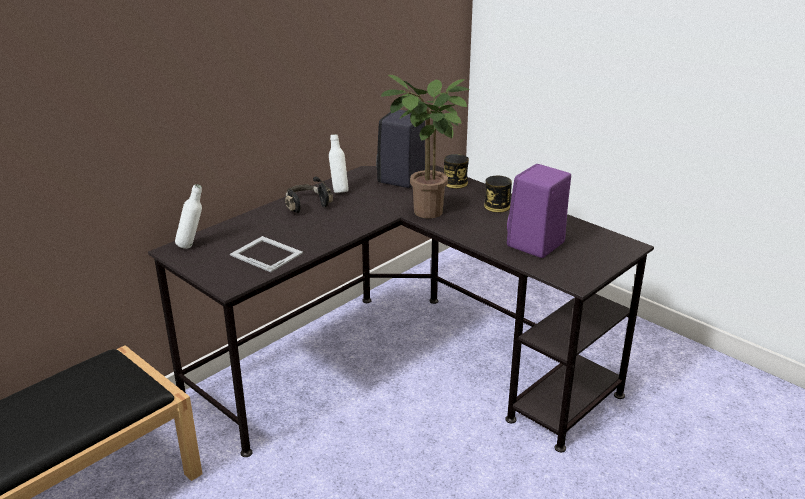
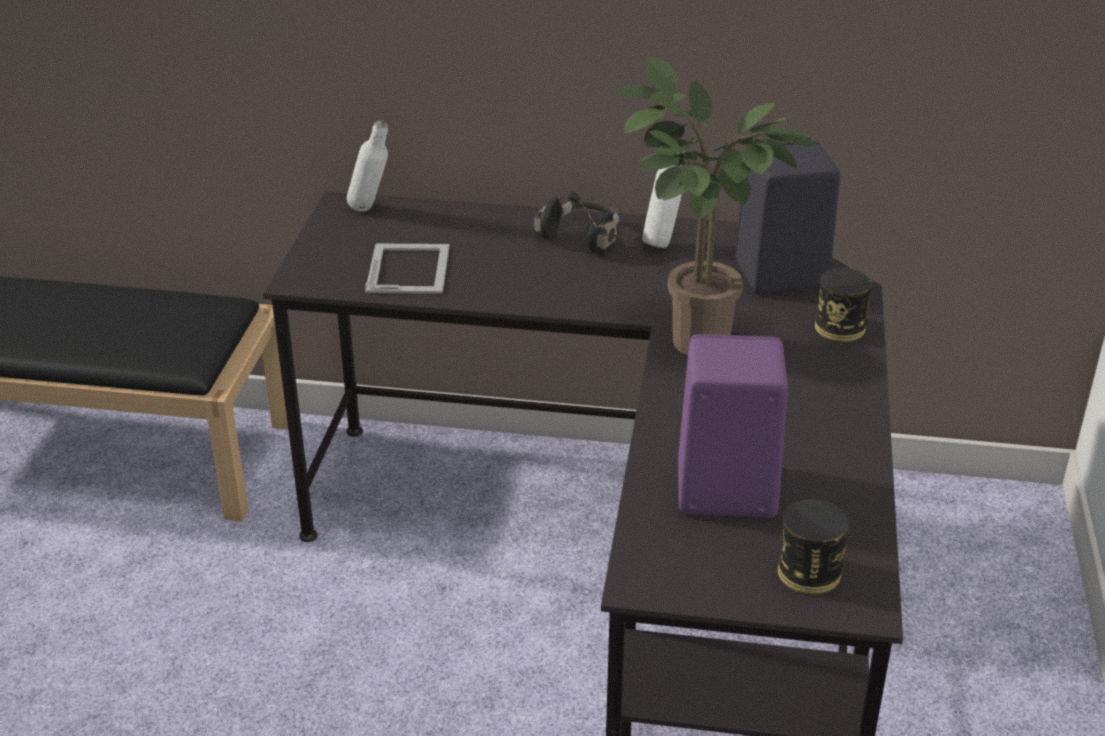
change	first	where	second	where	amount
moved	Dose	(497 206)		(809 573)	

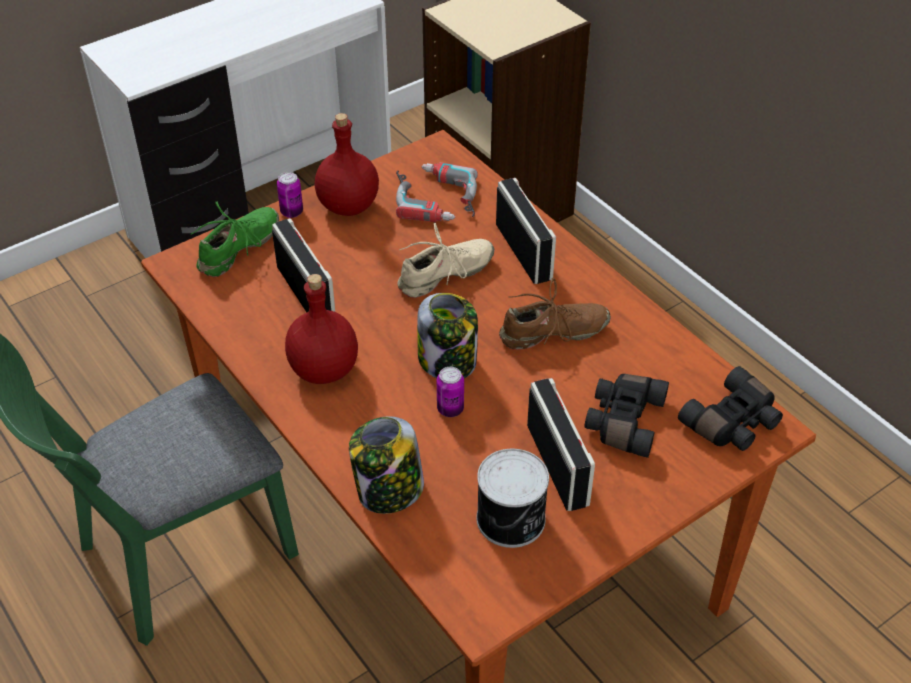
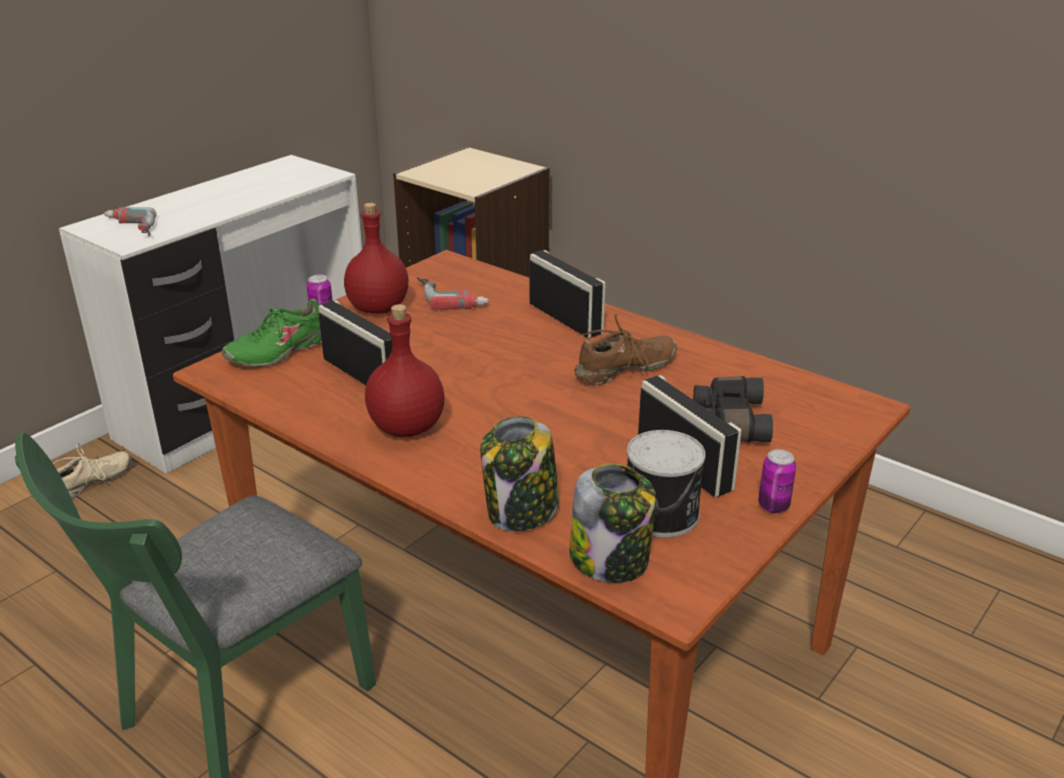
change	first	where	second	where	amount
moved	Schuh/beige	(446 275)		(92 483)	
moved	Bohrmaschine	(448 194)		(128 229)	
turned	Schuh/grün	(239 249)		(278 351)	150 degrees counterclockwise
moved	Vorratsglas	(448 361)		(610 560)	
moved	Dose	(450 409)		(773 506)	
removed	Fernglas/schwarz	(733 423)			

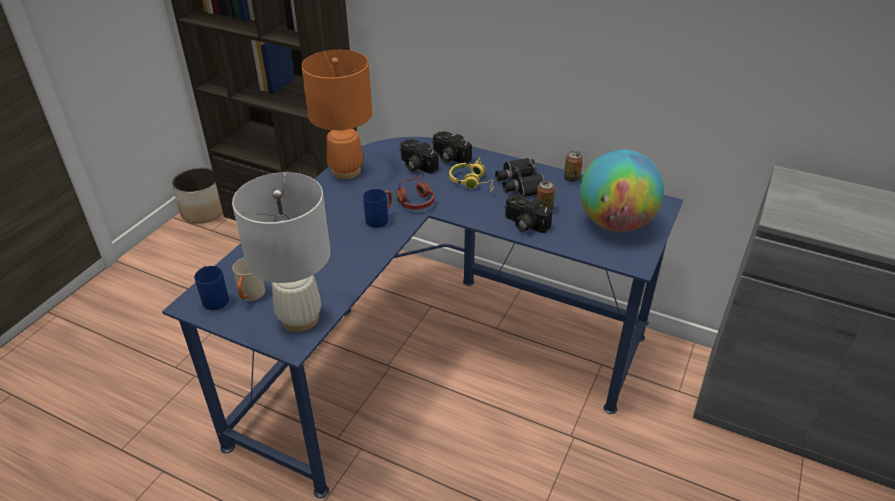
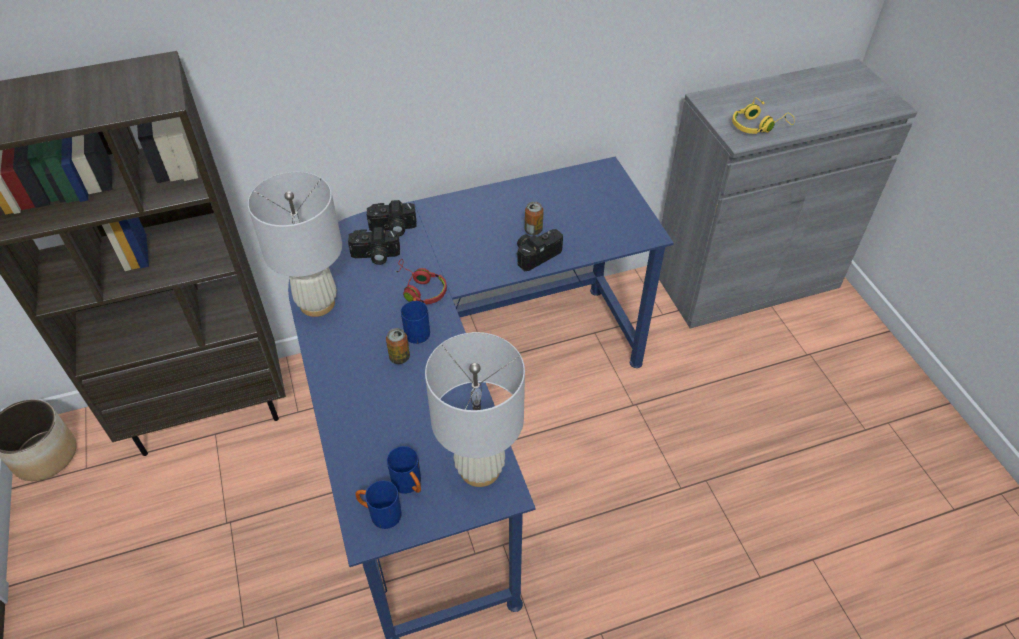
change	first	where	second	where	amount
recoloured	Tischlampe/orange	(346 171)	Tischlampe/weiß	(317 303)	
moved	Dose	(571 179)		(399 357)	
recoloured	Henkelbecher/beige	(250 296)	Henkelbecher/blau	(410 485)	
turned	Kamera	(524 224)		(536 254)	150 degrees clockwise
moved	Kopfhörer/gelb	(472 182)		(758 126)	
removed	Fernglas/schwarz	(520 182)			
removed	Globus	(615 223)			

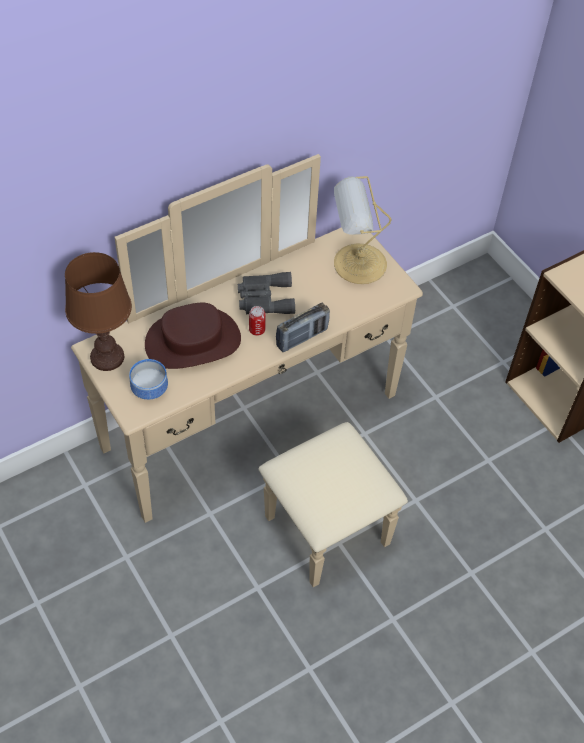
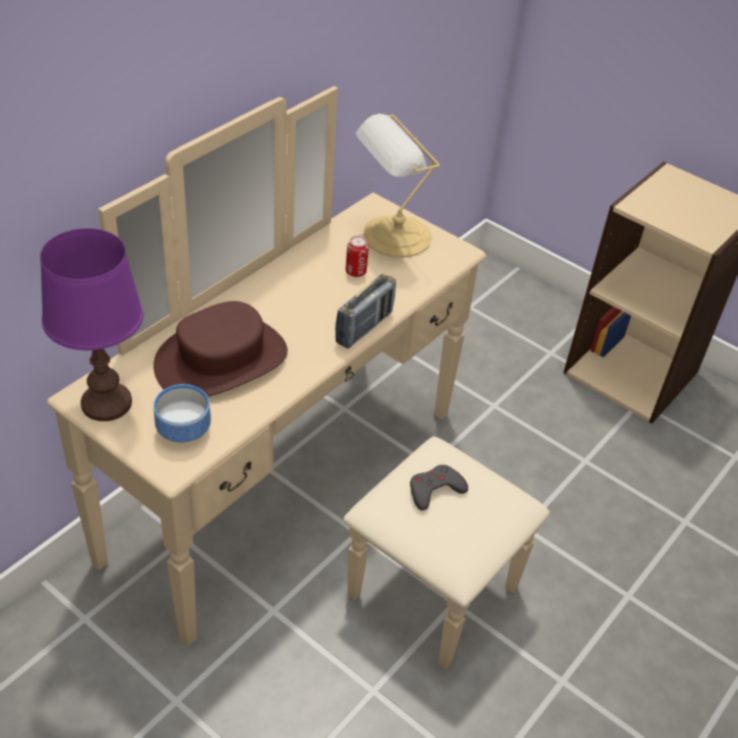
change	first	where	second	where	amount
recoloured	Tischlampe/braun	(107 357)	Tischlampe/lila	(105 403)	
moved	Dose	(257 330)		(355 272)	
added			Gamepad/grau	(435 490)	
removed	Fernglas/grau	(264 298)			

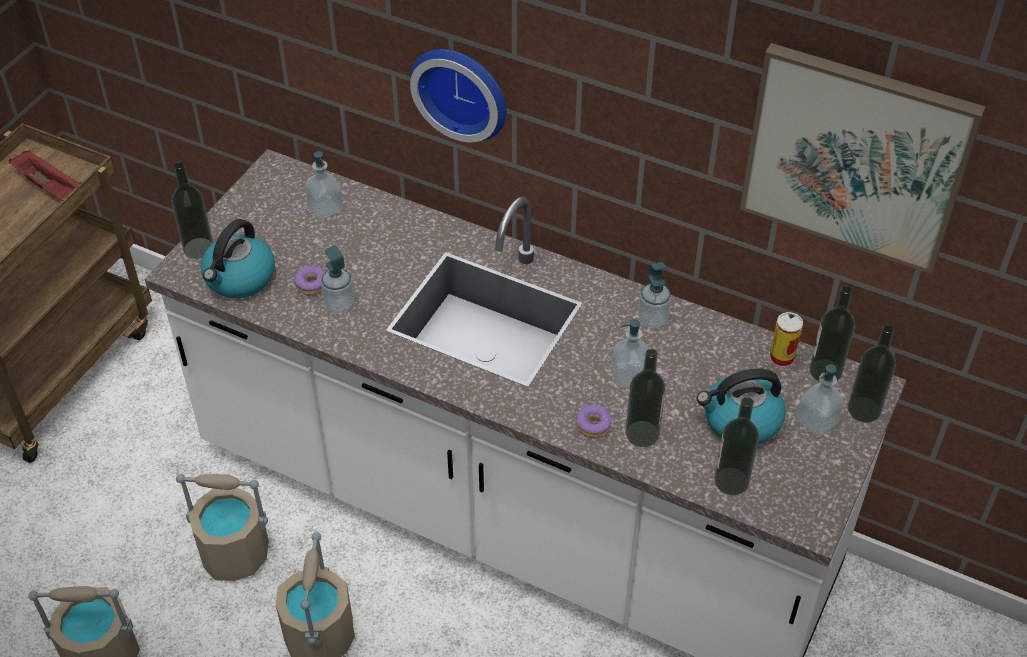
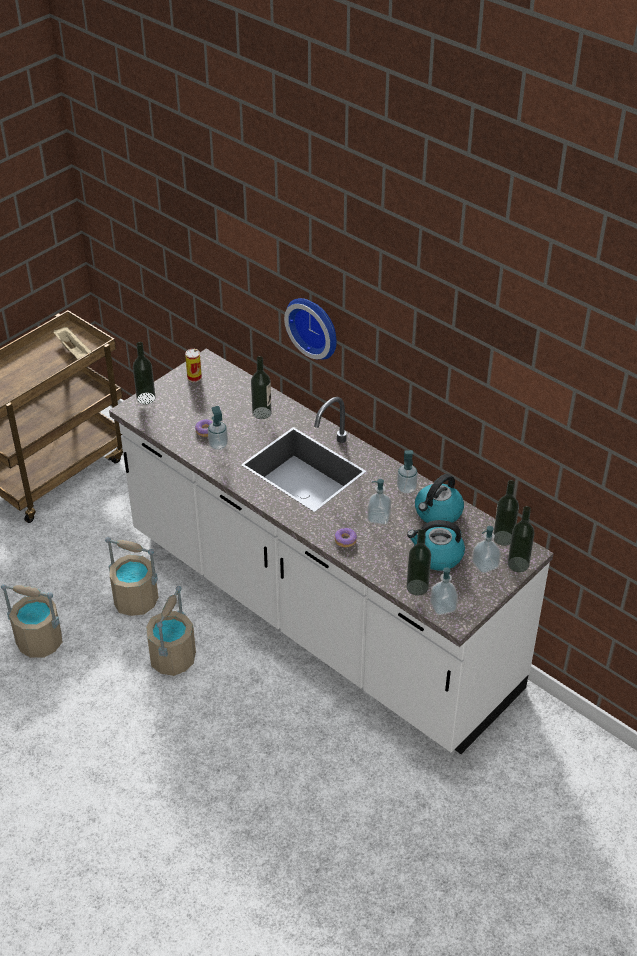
change	first	where	second	where	amount
recoloured	Tablett/rot	(50 187)	Tablett/beige	(74 351)	
moved	Dose	(782 358)		(194 377)	
moved	Flasche	(642 433)		(262 413)	
moved	Wasserkessel	(239 278)		(438 513)	
moved	Seifenspender	(325 209)		(443 607)	
removed	Bild	(855 157)			

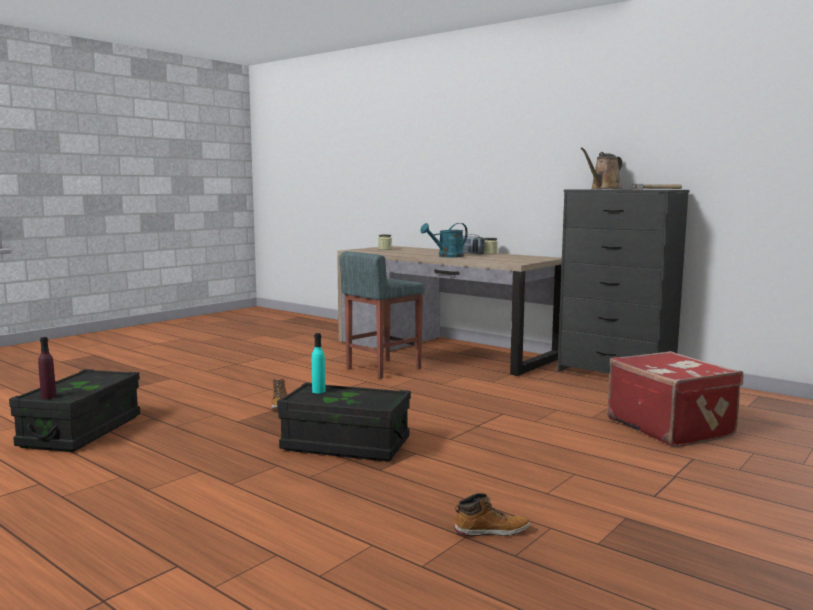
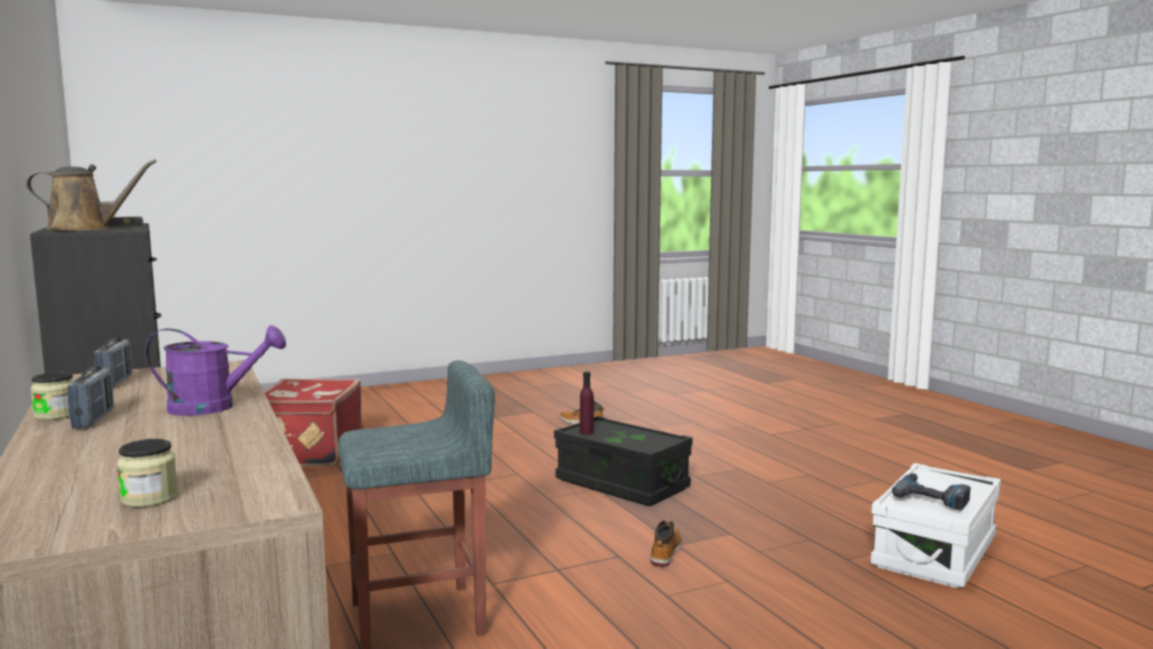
change	first	where	second	where	amount
added			Radio	(115 382)	
recoloured	Gießkanne/türkis	(447 256)	Gießkanne/lila	(214 407)	
moved	Flasche/lila	(48 397)		(586 432)	
recoloured	Aufbewahrungsbox/schwarz	(81 431)	Aufbewahrungsbox/weiß	(934 552)	
added			Bohrmaschine	(932 497)	
removed	Flasche/türkis	(318 391)			

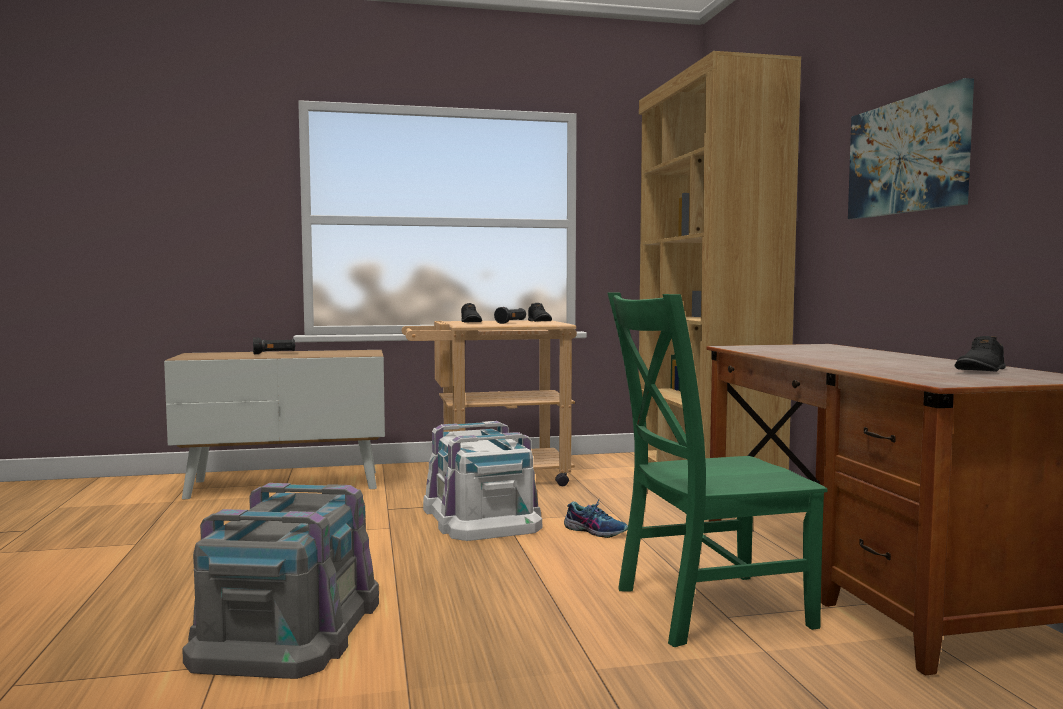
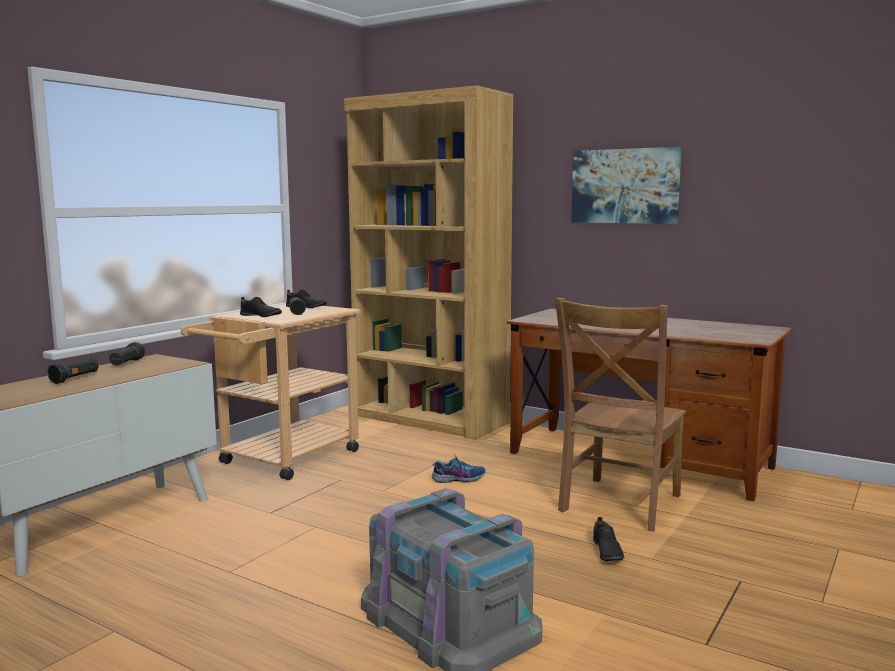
change	first	where	second	where	amount
added			Taschenlampe/schwarz	(126 363)	
recoloured	Stuhl/grün	(704 608)	Stuhl/braun	(618 505)	
moved	Schuh/schwarz	(980 370)		(606 551)	
removed	Aufbewahrungsbox/weiß	(481 516)			

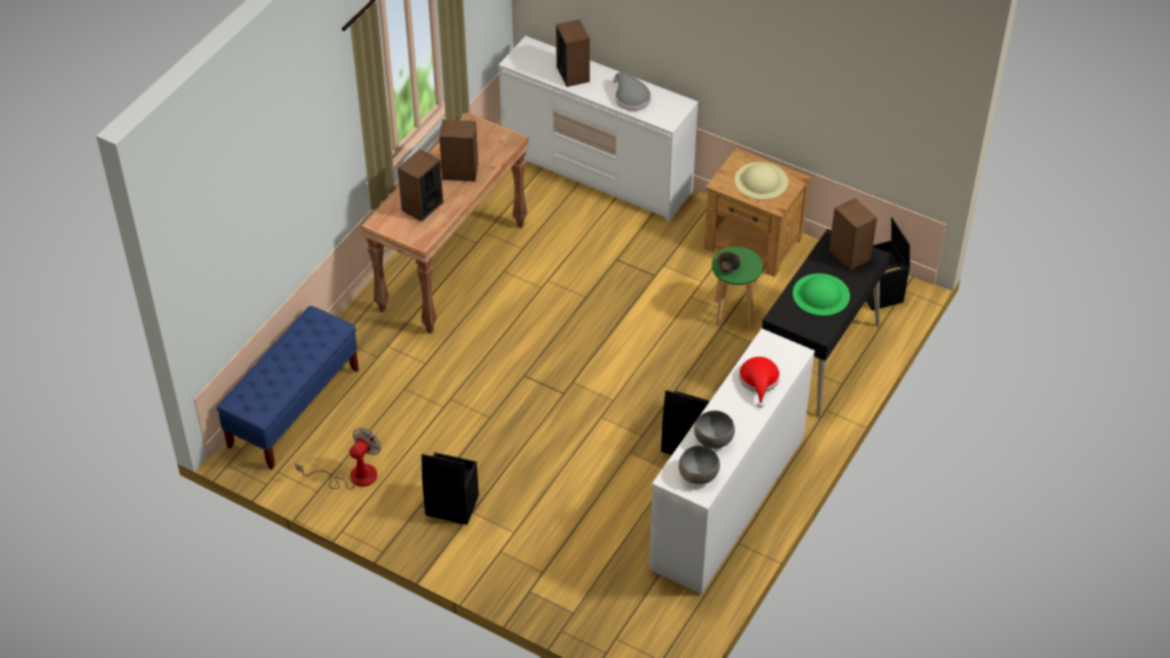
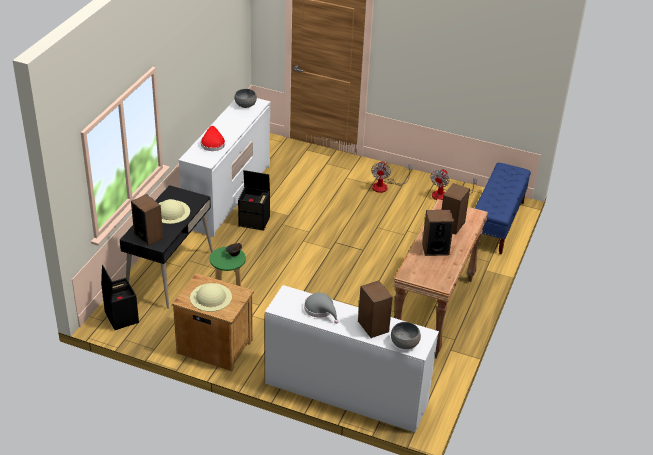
change	first	where	second	where	amount
recoloured	Hut/grün	(821 294)	Hut/beige	(170 212)	
replaced	Aufbewahrungsbox/schwarz	(451 505)	Ventilator	(385 186)	
moved	Schüssel/grau	(713 439)		(404 343)	

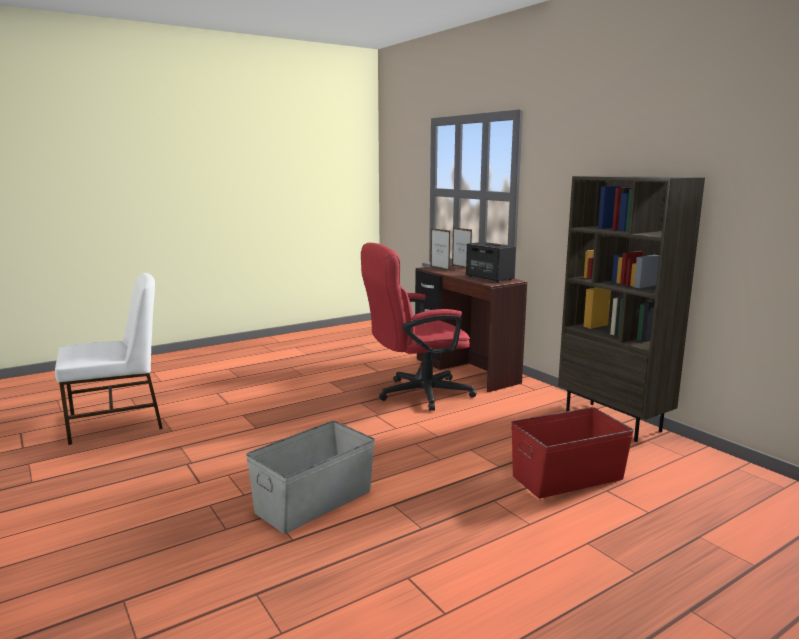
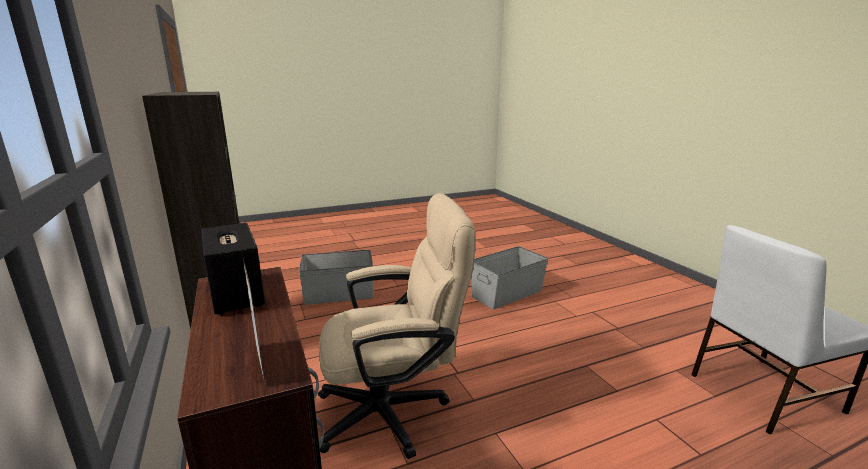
change	first	where	second	where	amount
recoloured	Aufbewahrungsbox/rot	(568 477)	Aufbewahrungsbox/grau	(338 294)	
recoloured	Bürostuhl/rot	(416 394)	Bürostuhl/beige	(394 411)	
removed	Bilderrahmen	(461 267)			

